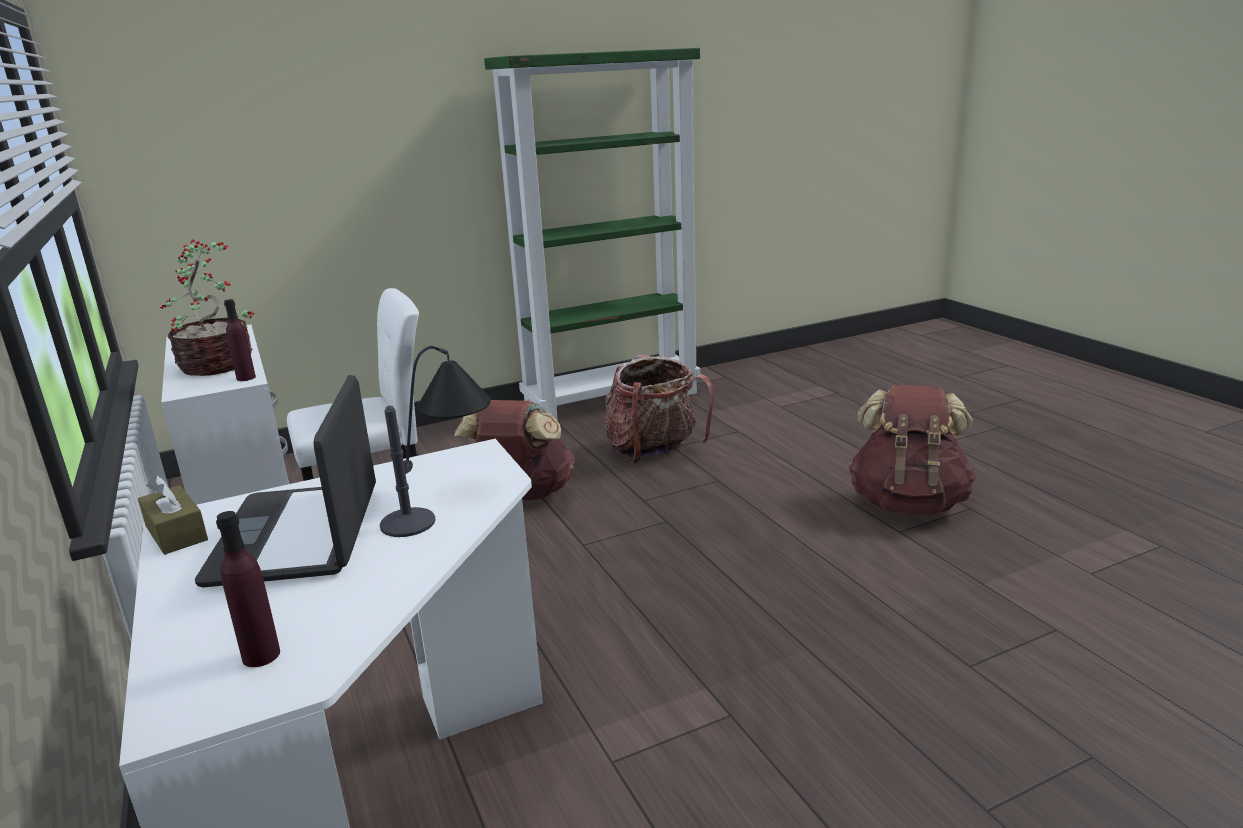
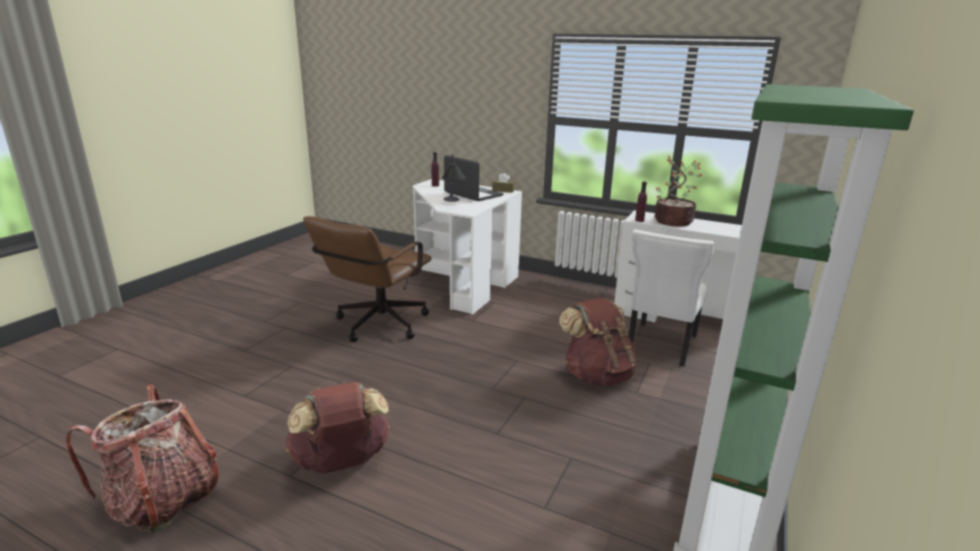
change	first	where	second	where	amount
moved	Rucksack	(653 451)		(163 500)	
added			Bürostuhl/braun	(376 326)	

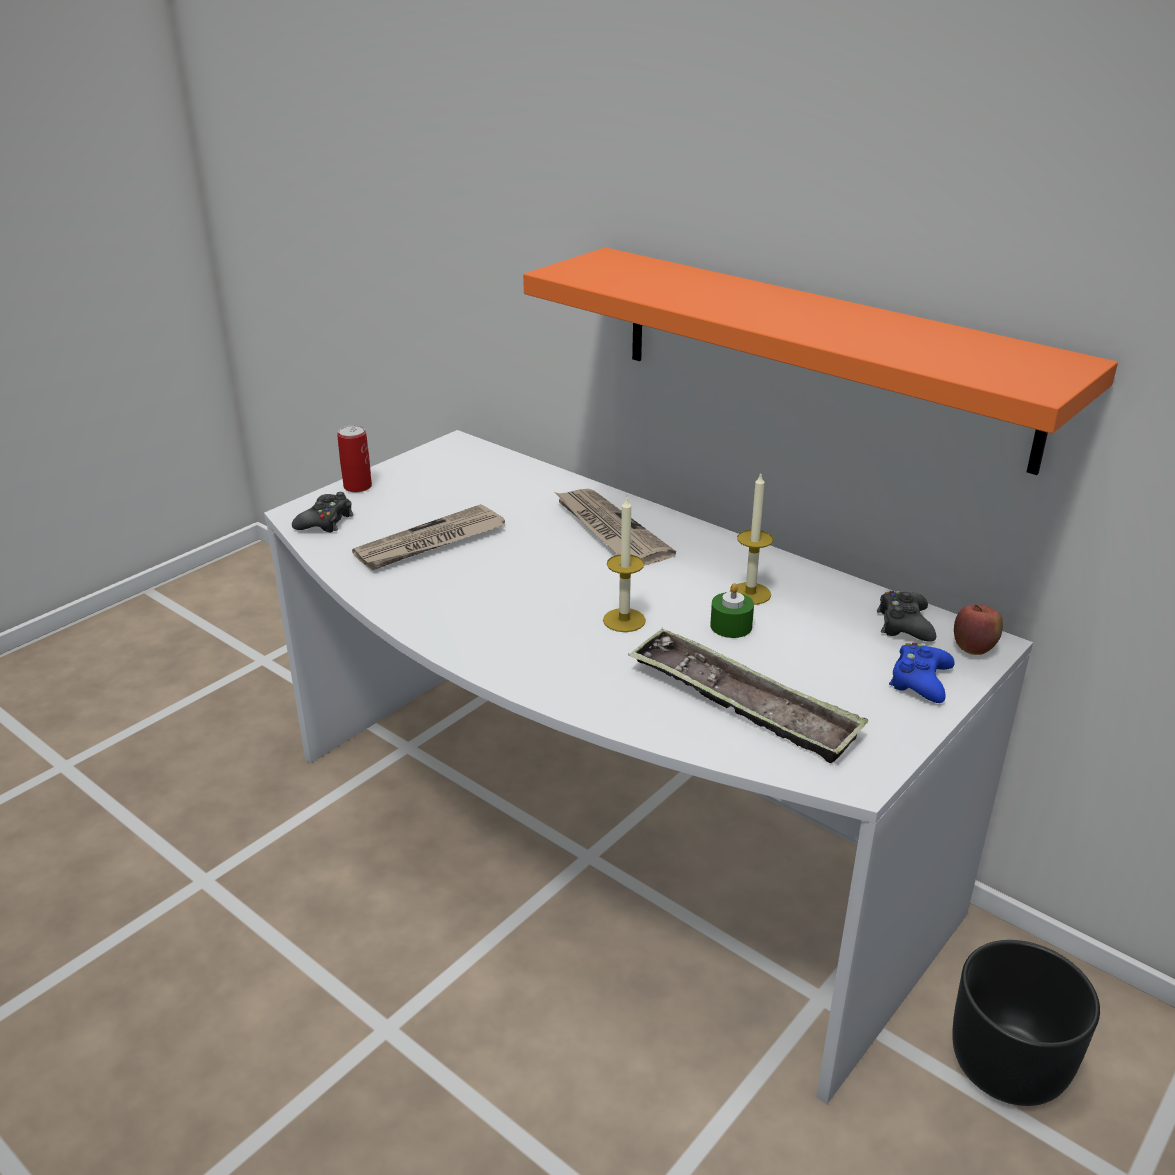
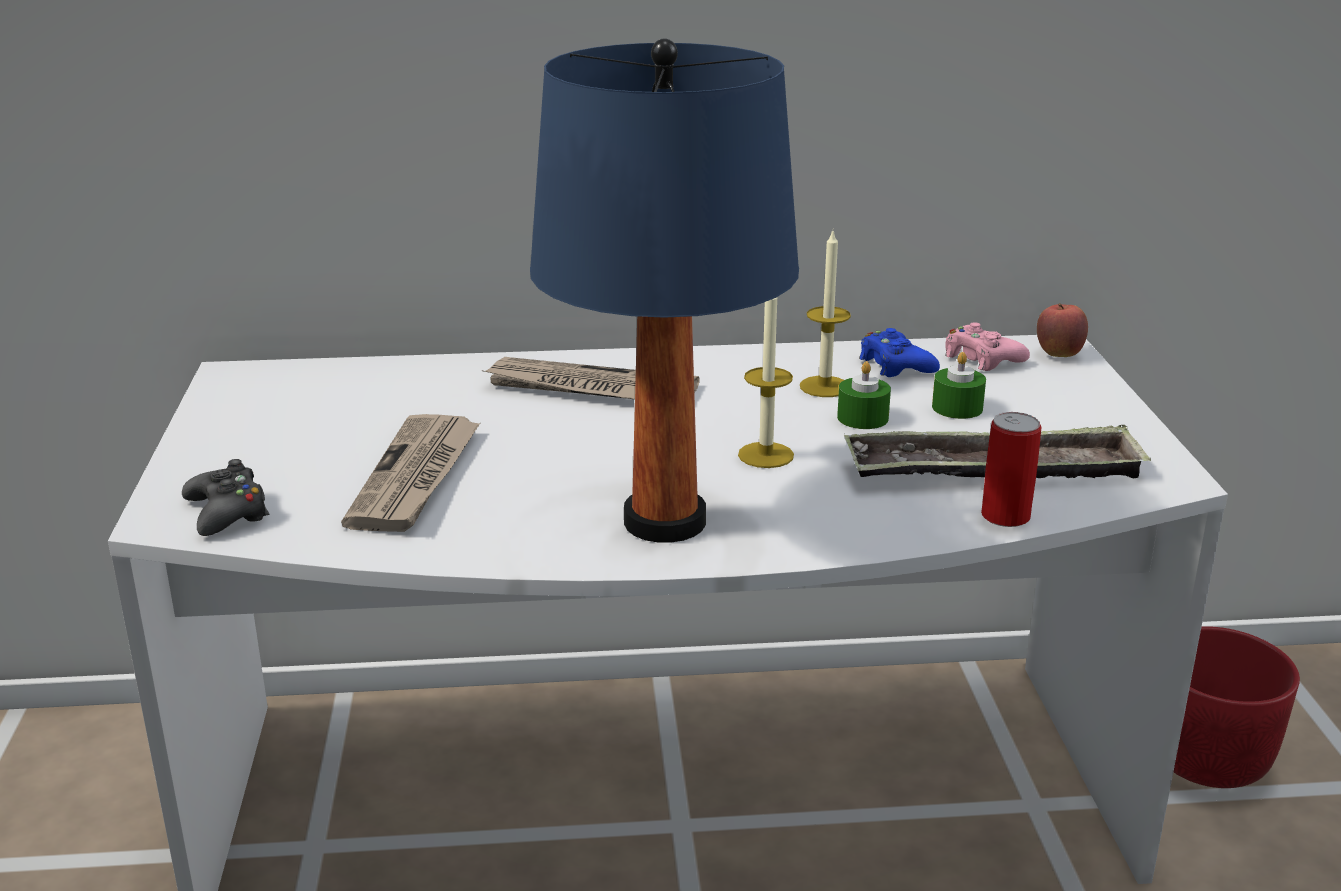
change	first	where	second	where	amount
added			Tischlampe/blau	(664 522)	
moved	Gamepad/blau	(920 681)		(895 365)	
added			Kerze/grün	(957 408)	
recoloured	Gamepad/schwarz	(904 624)	Gamepad/rosa	(981 358)	
moved	Dose	(357 486)		(1005 516)	
recoloured	Pflanzkübel/schwarz	(1009 1064)	Pflanzkübel/rot	(1207 758)	
removed	Wandregal/orange	(820 354)			

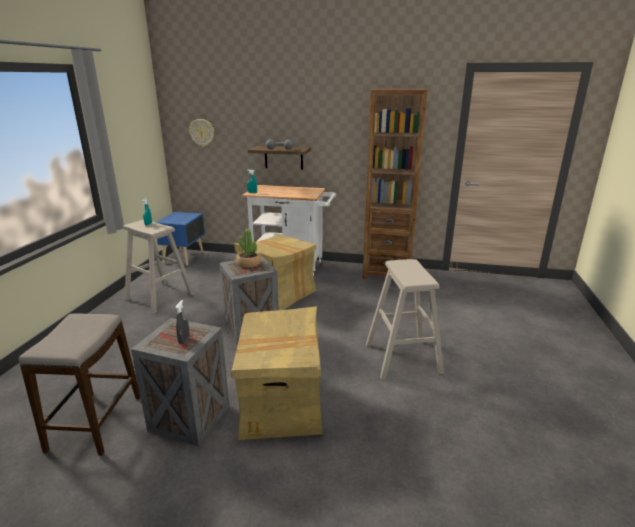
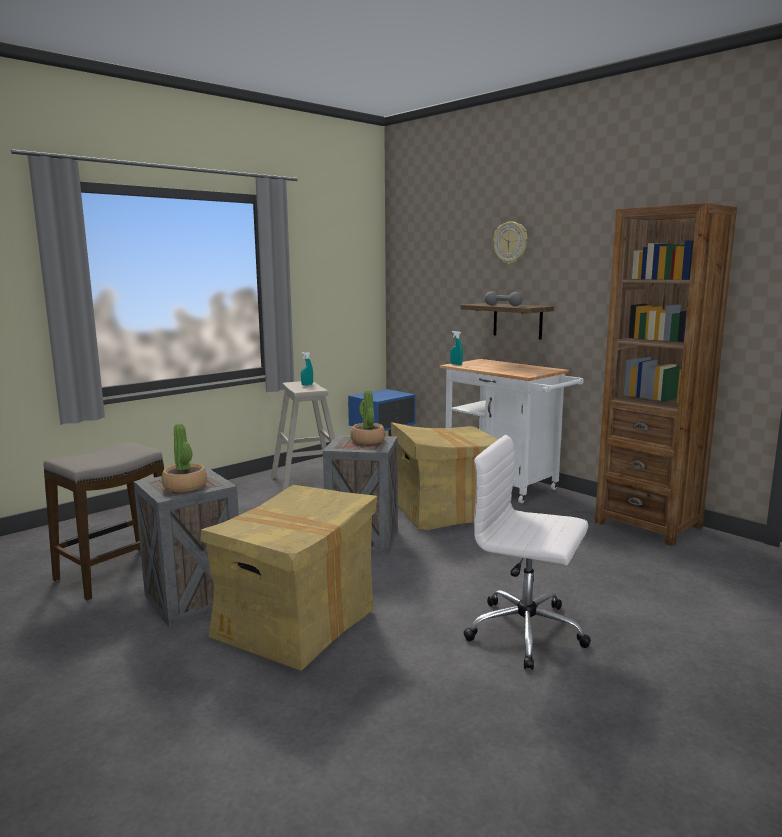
change	first	where	second	where	amount
replaced	Sprühflasche/grau	(184 340)	Topfpflanze	(185 486)	
replaced	Hocker/beige	(402 358)	Bürostuhl/weiß	(528 632)	
moved	Wanduhr	(202 132)		(510 243)	

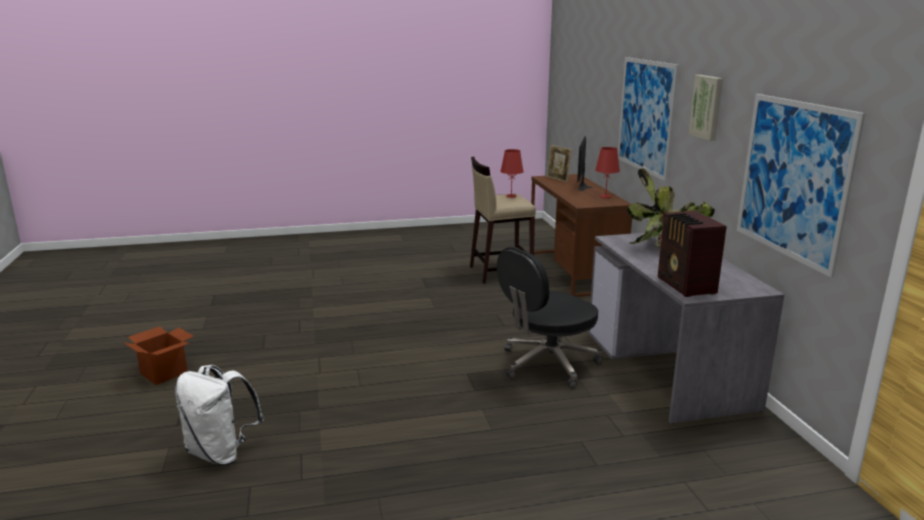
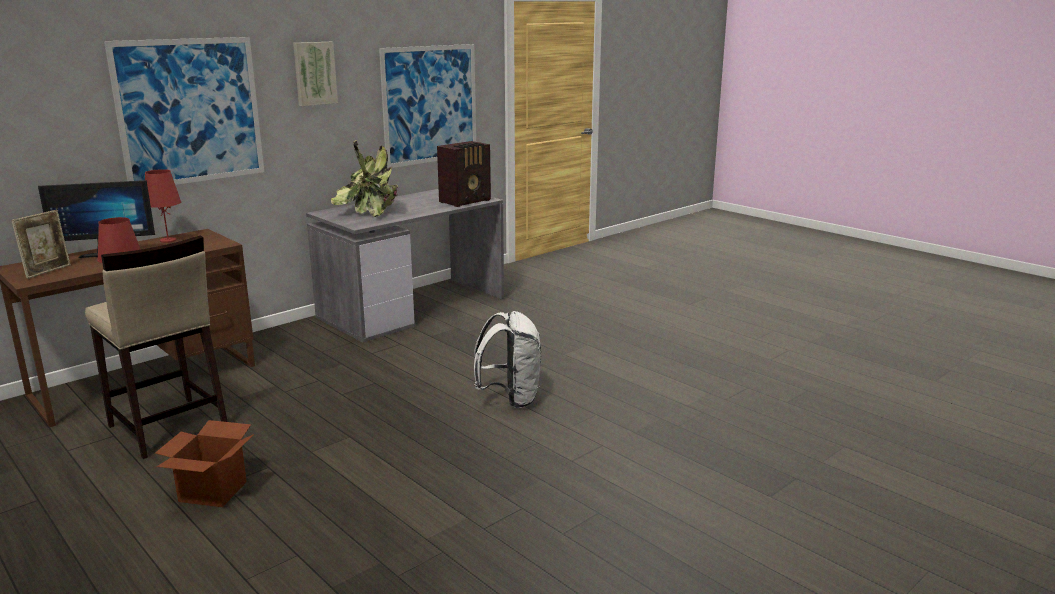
change	first	where	second	where	amount
moved	Karton	(164 373)		(213 491)	
moved	Rucksack/weiß	(221 453)		(510 398)	
removed	Bürostuhl/schwarz	(547 364)			

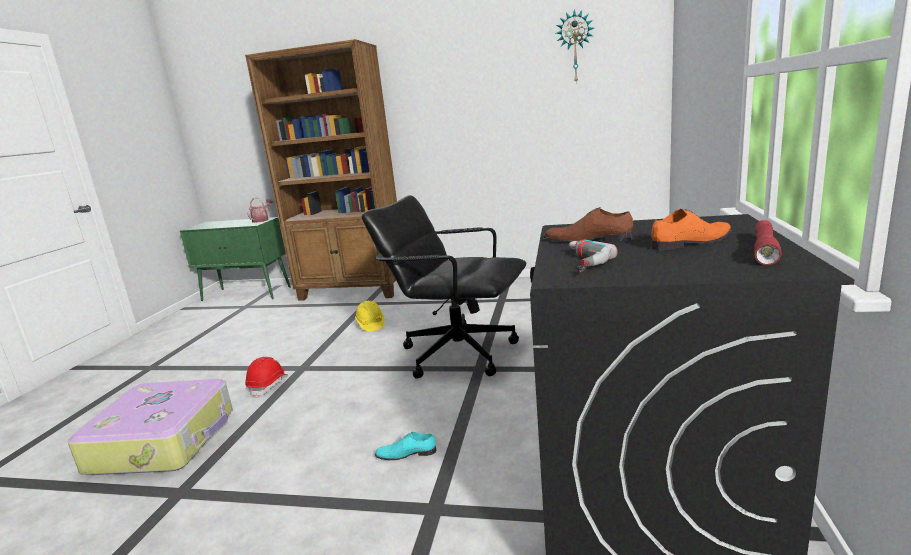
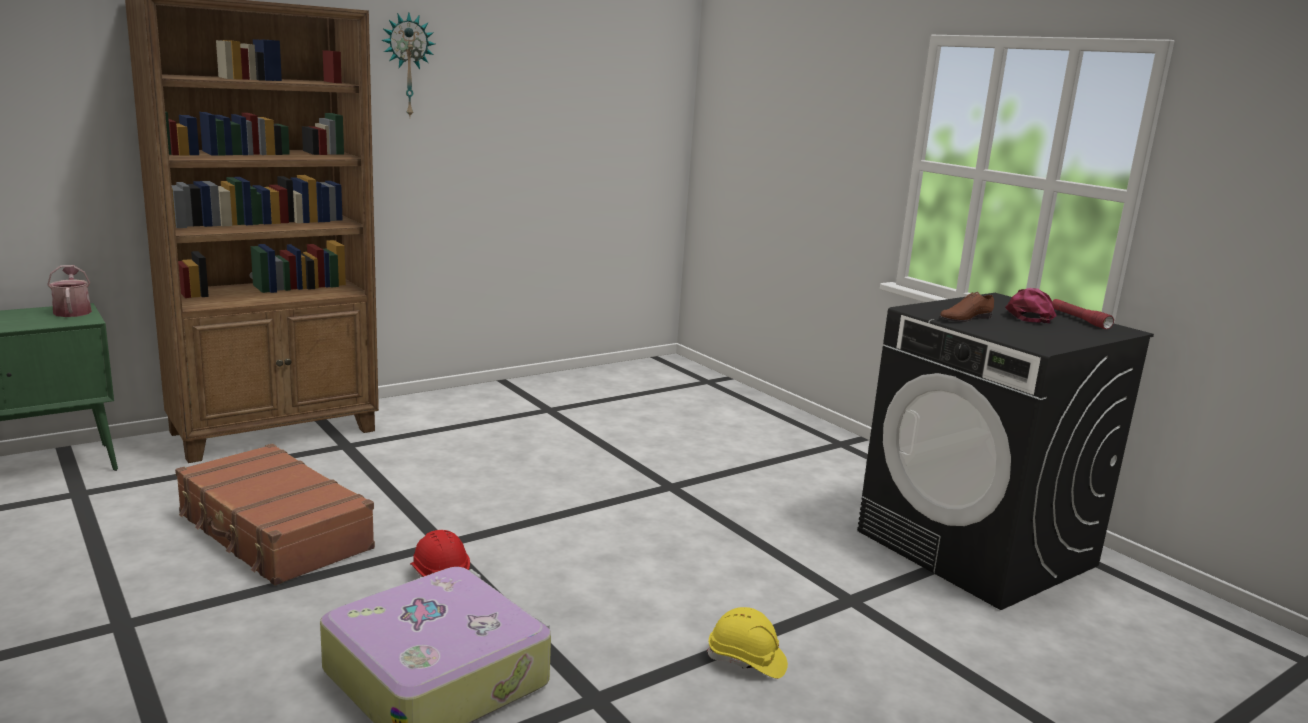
change	first	where	second	where	amount
added			Koffer/braun	(273 532)	
moved	Wanduhr	(575 47)		(407 65)	
moved	Schutzhelm/gelb	(370 325)		(746 661)	
replaced	Schuh/orange	(692 241)	Kappe/rosa	(1030 316)	
removed	Bürostuhl/schwarz	(458 353)			
removed	Schuh/türkis	(406 453)			
removed	Bohrmaschine	(576 263)			

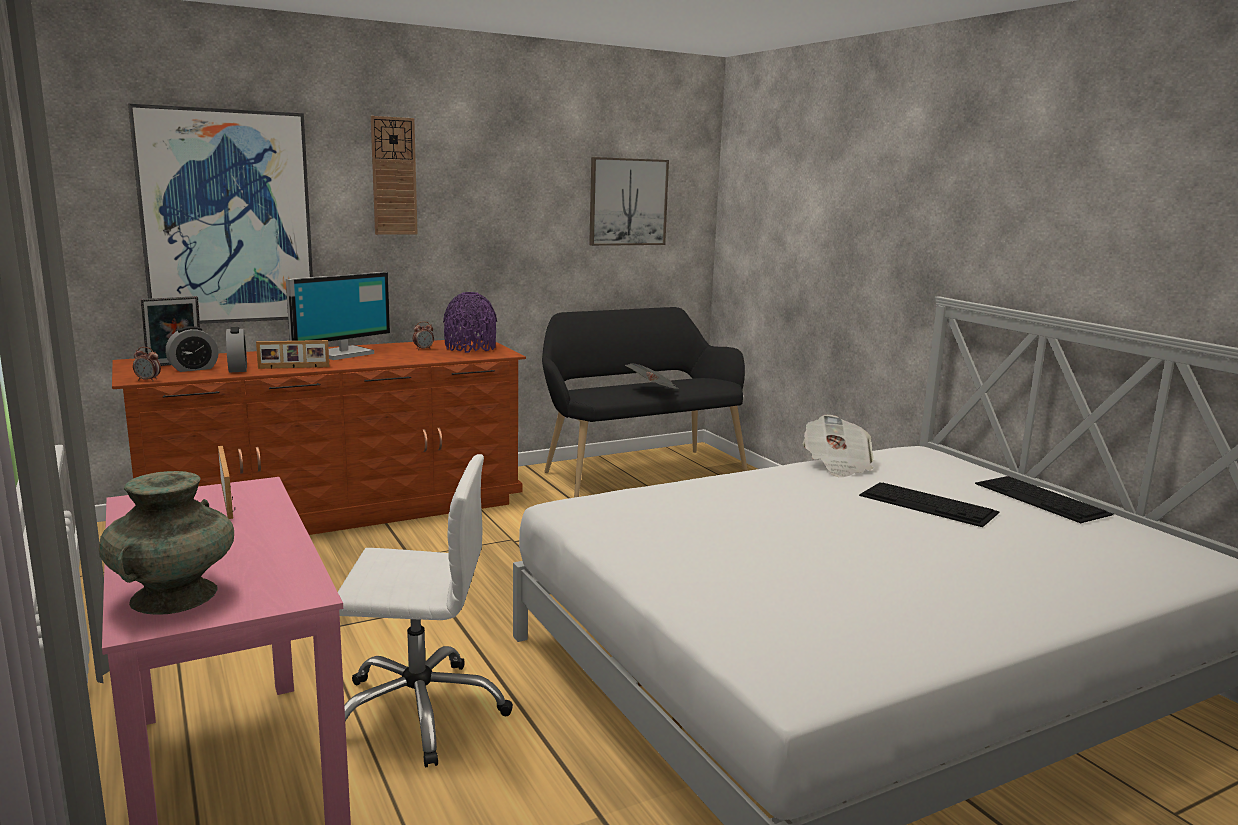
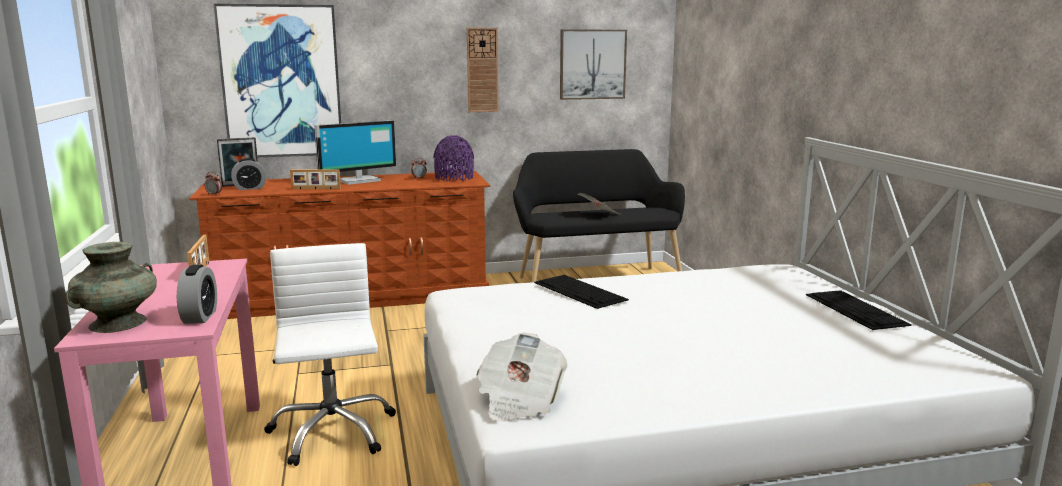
change	first	where	second	where	amount
moved	Wecker	(238 369)		(200 317)	
turned	Bürostuhl/weiß	(419 711)		(331 432)	120 degrees counterclockwise
moved	Wanduhr	(394 176)		(482 70)	
moved	Zeitung	(836 465)		(519 400)	
moved	Tastatur	(929 504)		(580 291)	

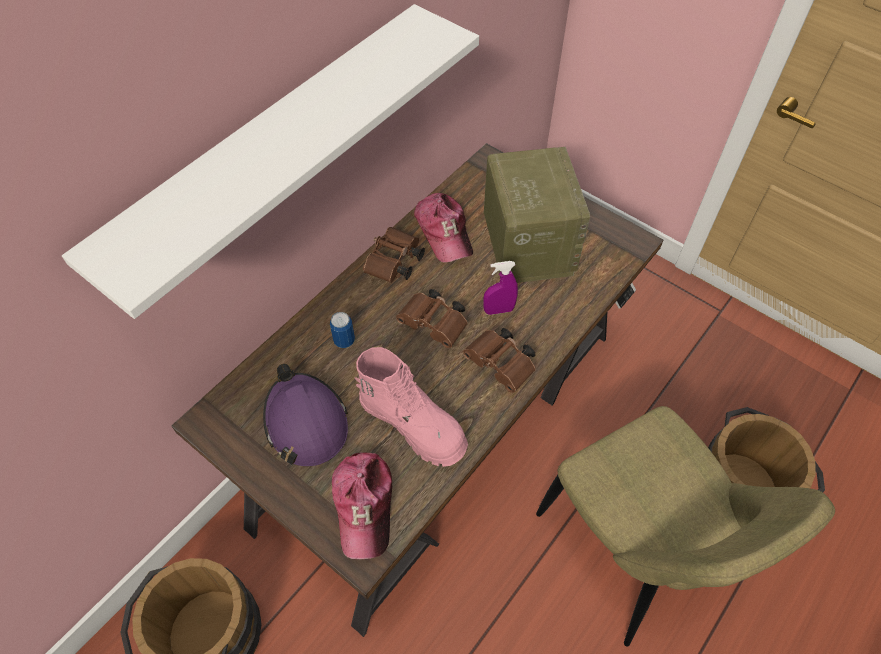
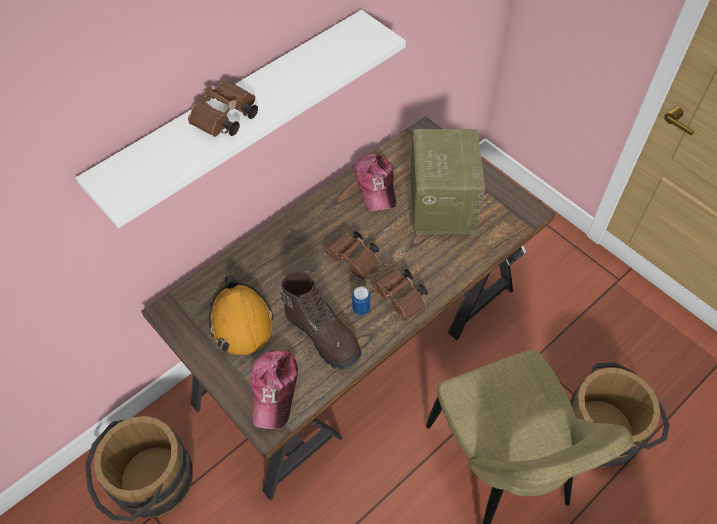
change	first	where	second	where	amount
moved	Fernglas/braun	(394 264)		(225 120)	
recoloured	Schutzhelm/lila	(306 423)	Schutzhelm/orange	(241 322)	
recoloured	Stiefel/rosa	(414 424)	Stiefel/braun	(323 334)	
moved	Dose	(344 340)		(361 309)	
removed	Sprühflasche/lila	(498 310)			

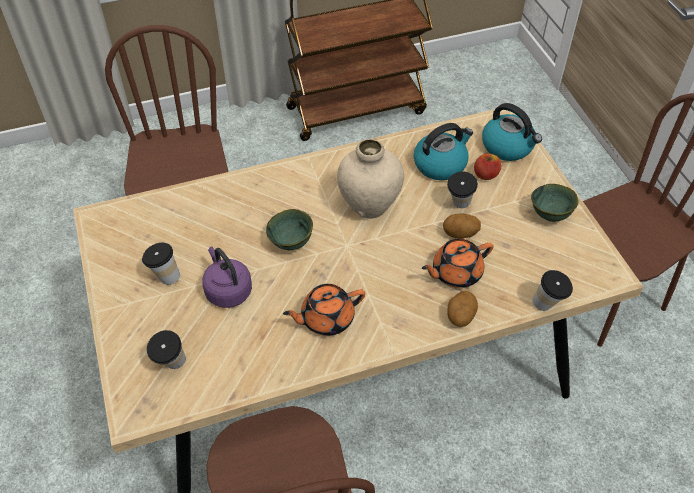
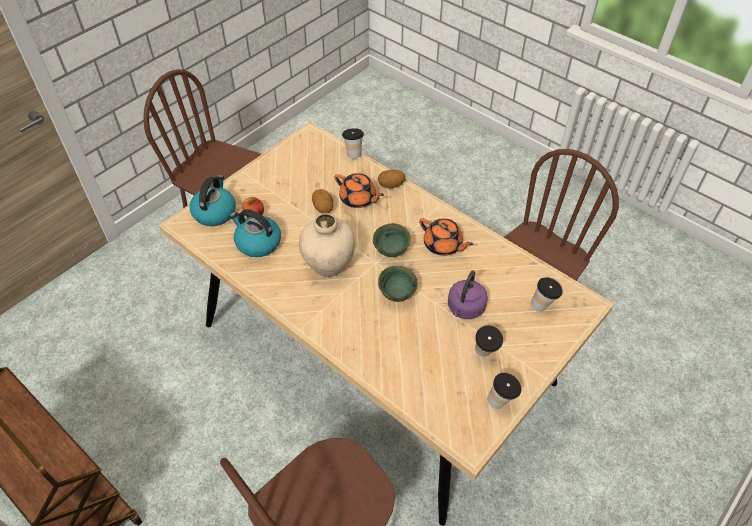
change	first	where	second	where	amount
moved	Schüssel/grün	(549 216)		(392 251)	
moved	Tasse	(459 206)		(501 401)	

